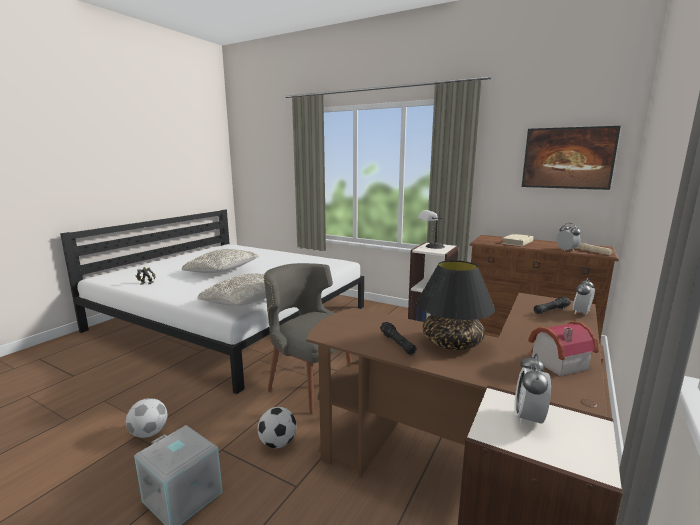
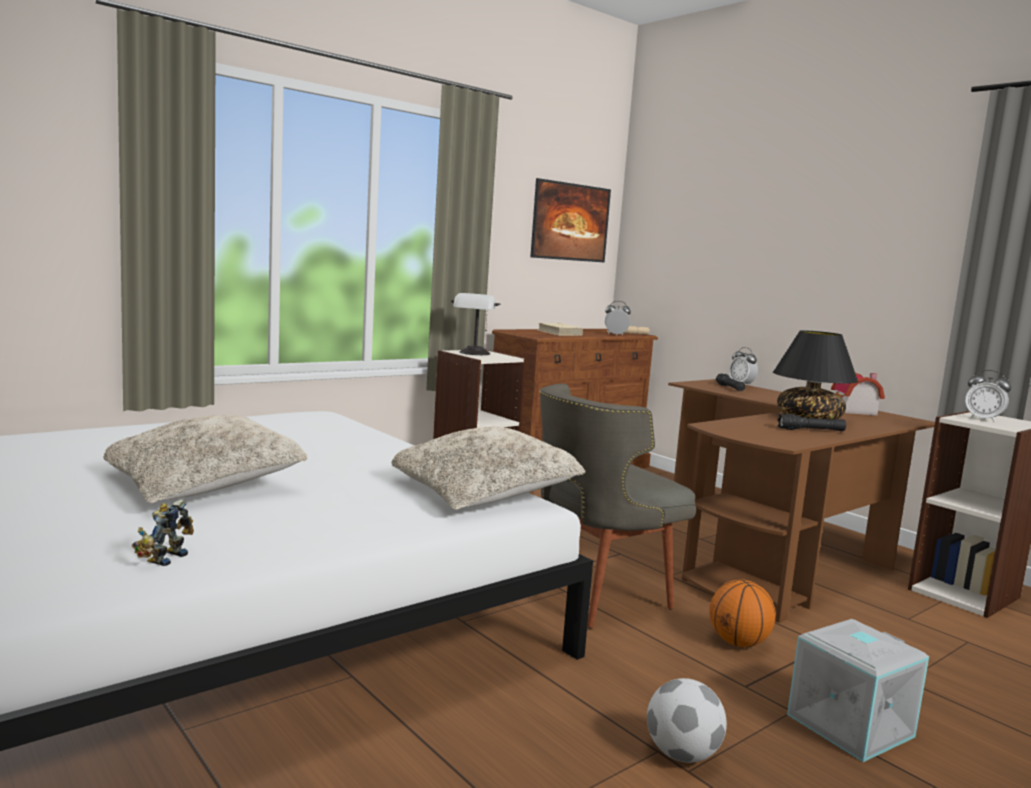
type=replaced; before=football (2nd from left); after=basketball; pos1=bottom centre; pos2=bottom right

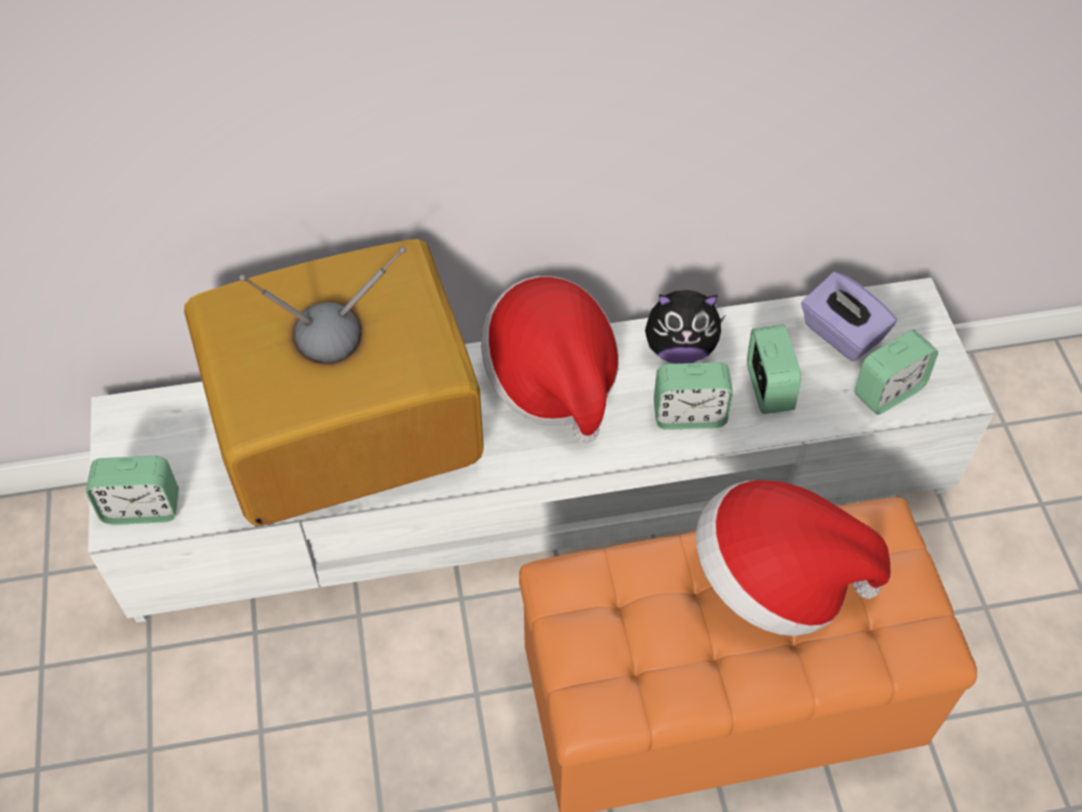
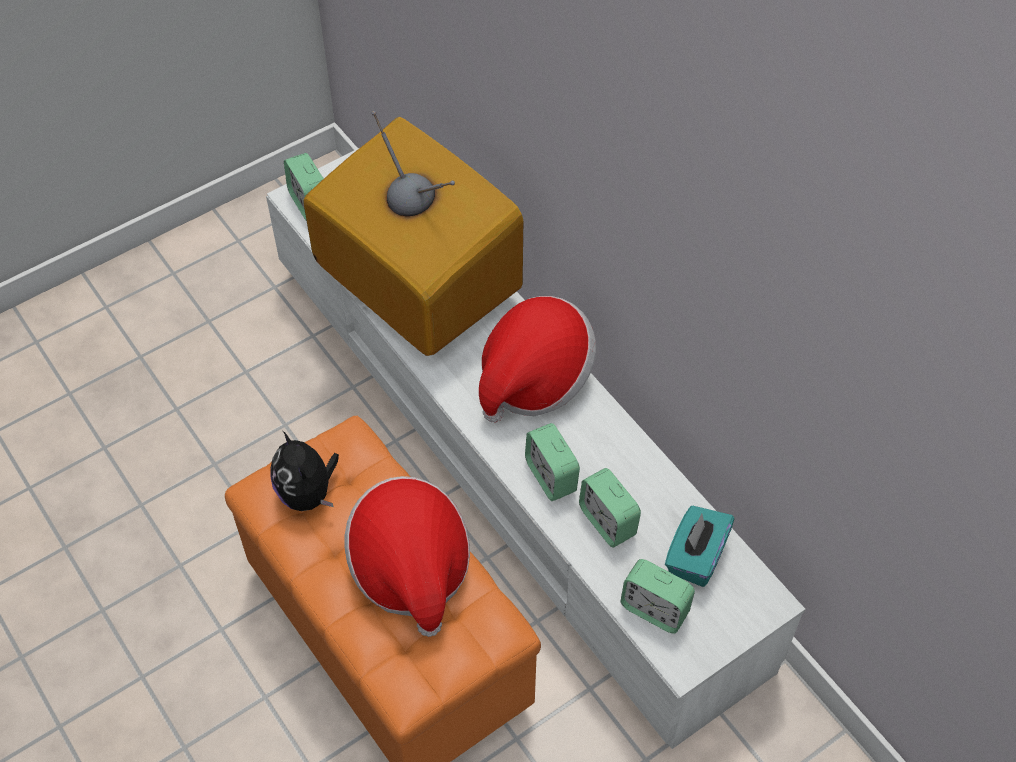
type=moved; before=plush toy; pos1=centre; pos2=middle left
type=recoloured; before=tissue box in purple; after=tissue box in turquoise; pos1=middle right; pos2=bottom right
type=turned; before=alarm clock (3rd from left); pos1=middle right; pos2=bottom centre; turn=90

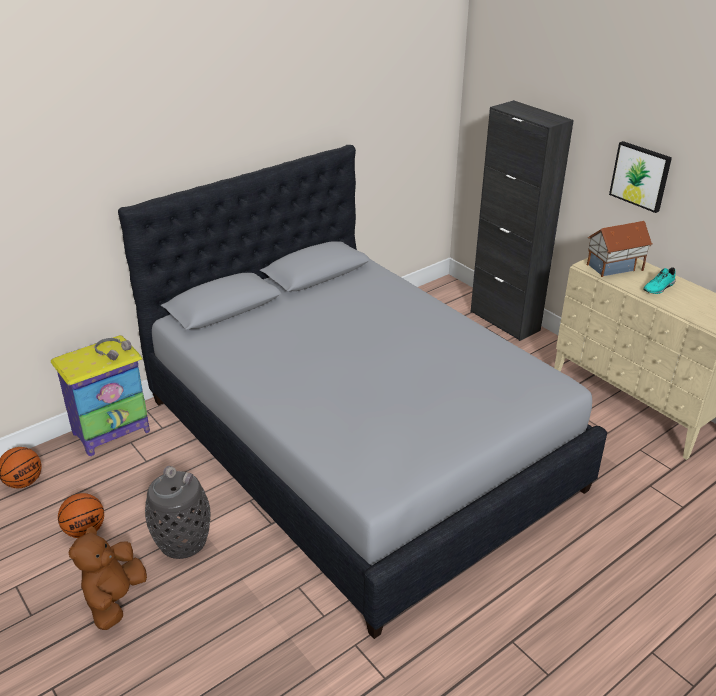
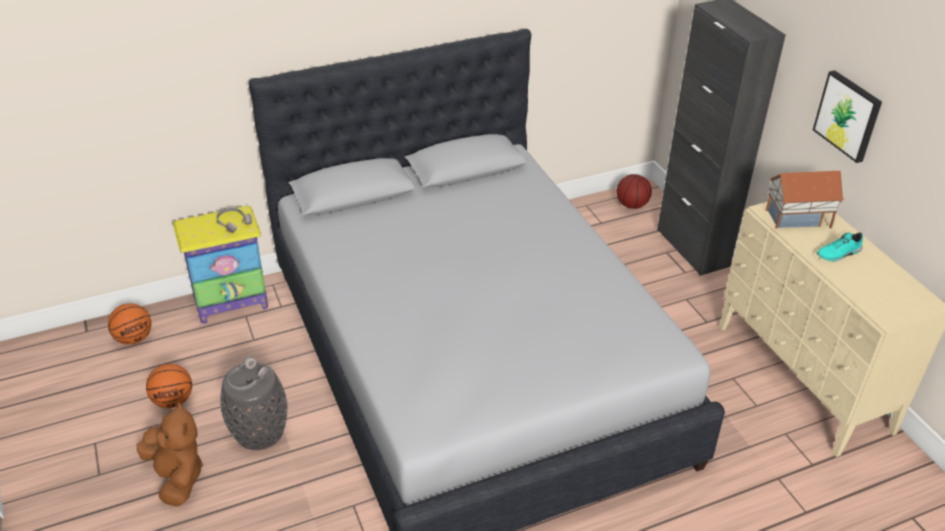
type=added; after=basketball (3rd from left); pos2=middle right
type=turned; before=plush toy in brown; pos1=bottom left; pos2=bottom left; turn=120

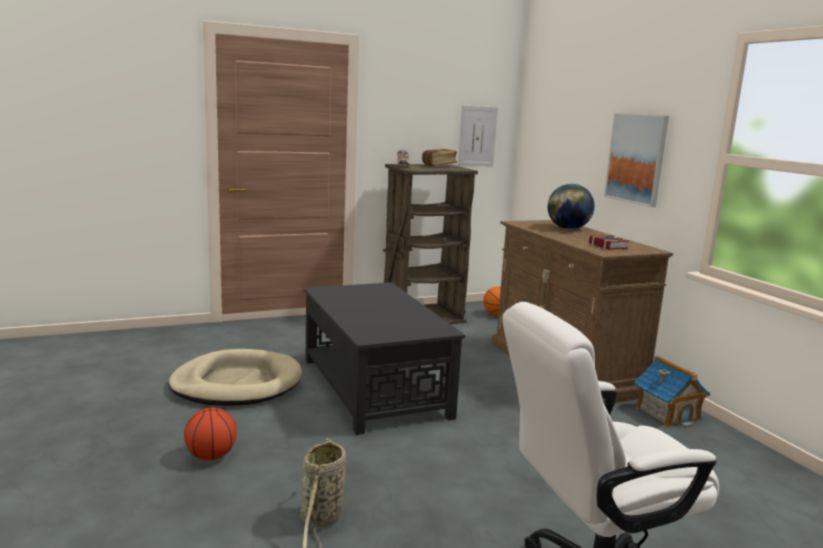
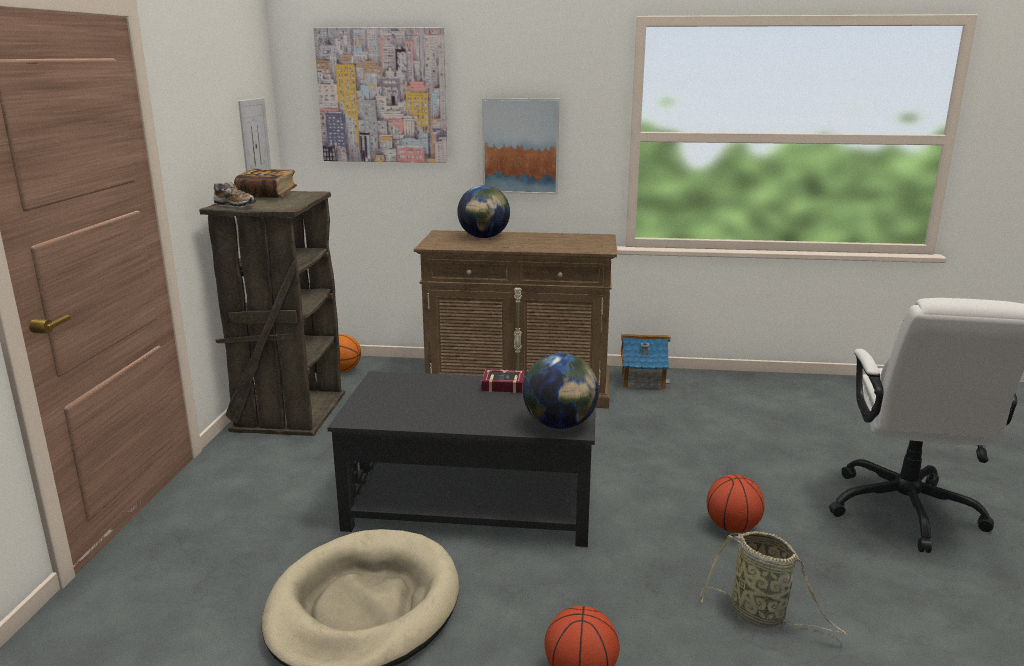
type=added; after=picture (2nd from left); pos2=top centre
type=added; after=globe (2nd from left); pos2=centre
type=added; after=basketball (3rd from left); pos2=bottom right
type=moved; before=book (2nd from left); pos1=middle right; pos2=centre

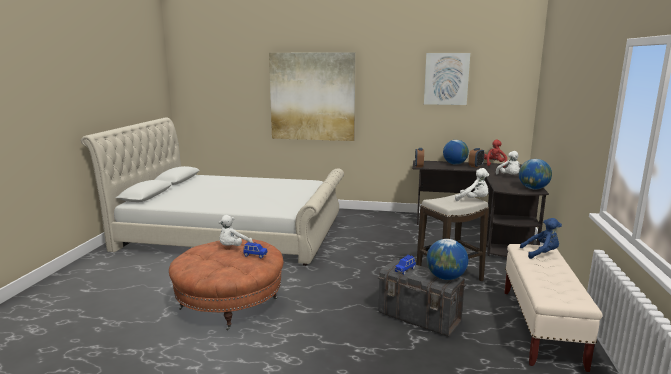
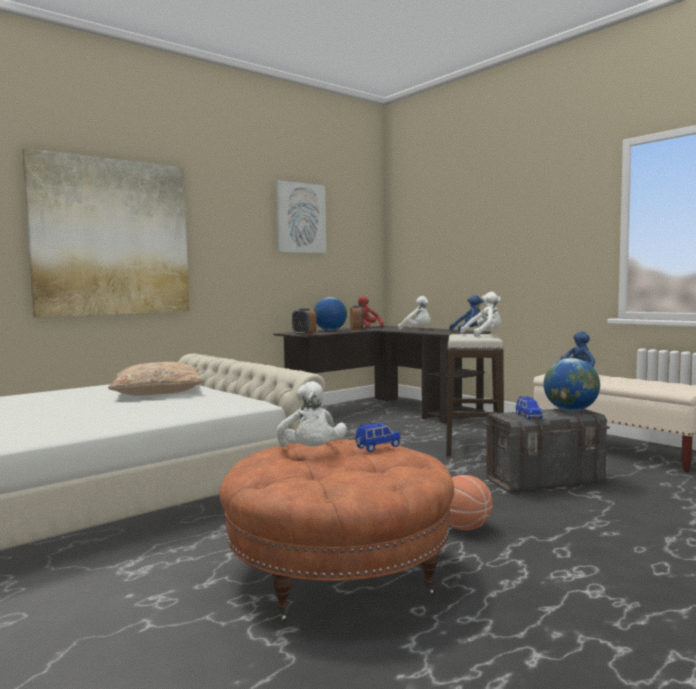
type=added; after=pillow in beige; pos2=middle left
type=added; after=basketball; pos2=bottom right
type=replaced; before=globe (3rd from left); after=plush toy in blue (1st from left); pos1=middle right; pos2=middle right

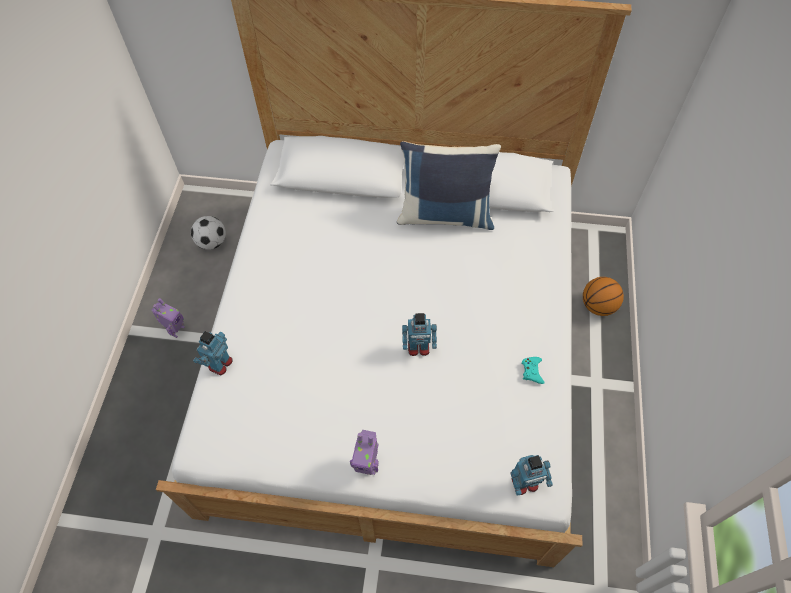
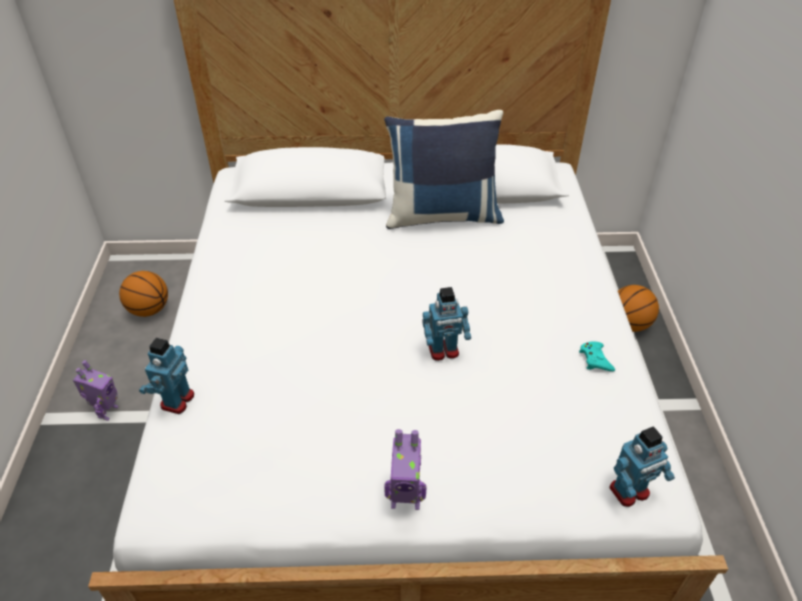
type=replaced; before=football; after=basketball (1st from left); pos1=middle left; pos2=middle left

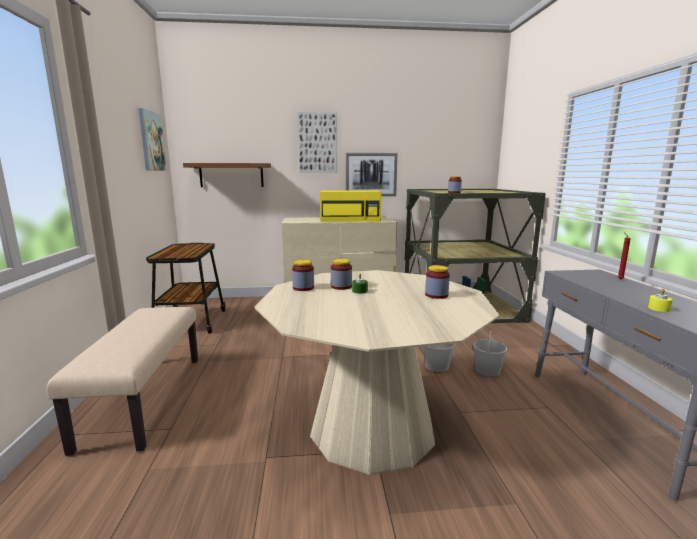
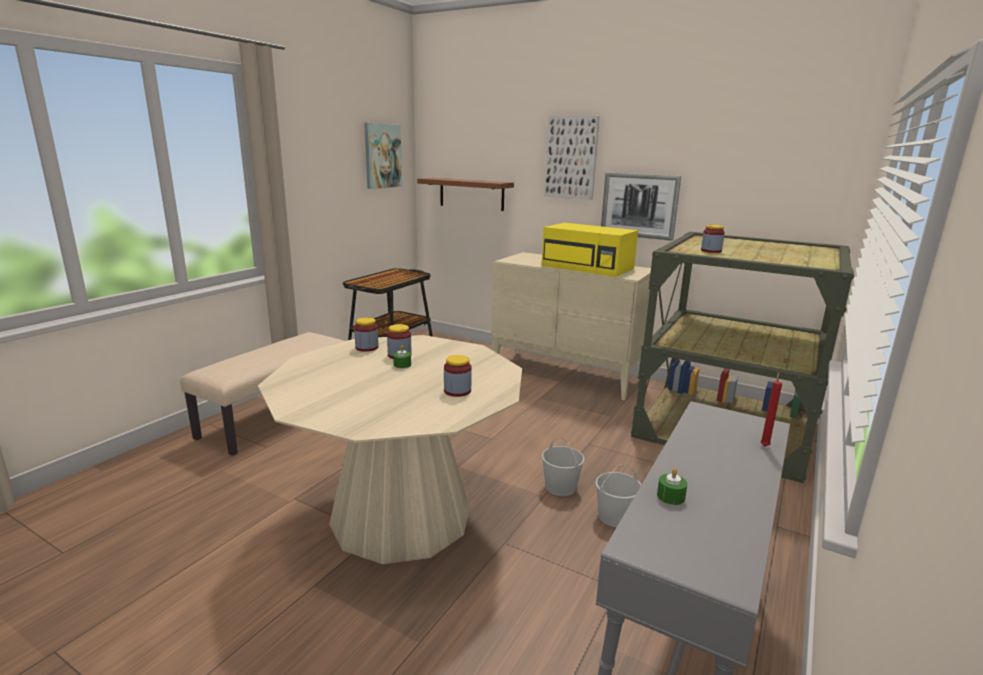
type=recoloured; before=candle in yellow; after=candle in green (2nd from left); pos1=middle right; pos2=bottom right

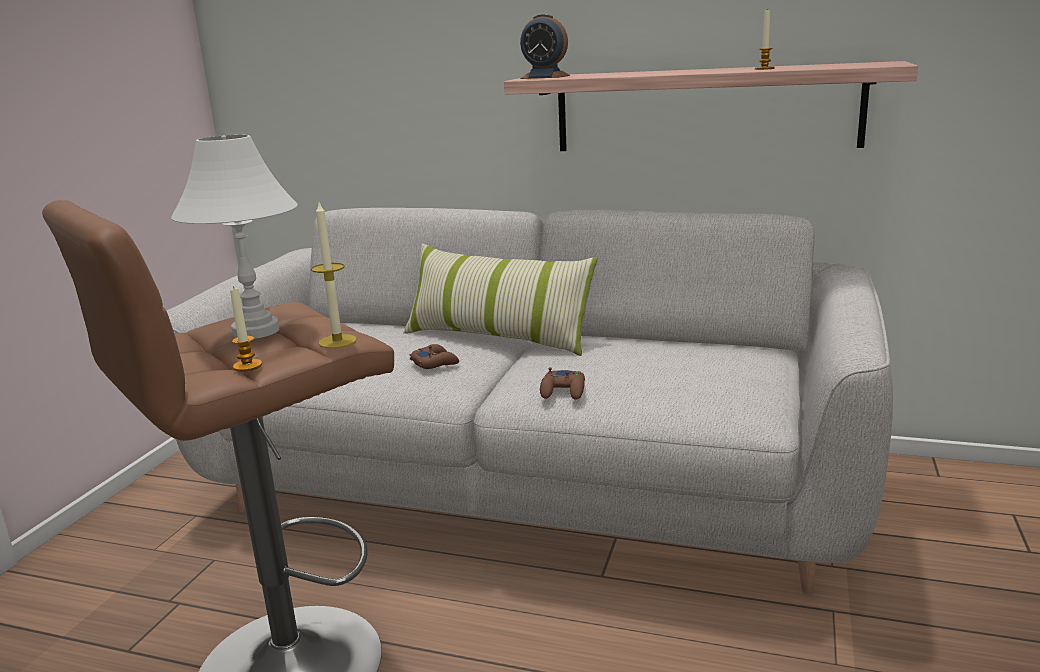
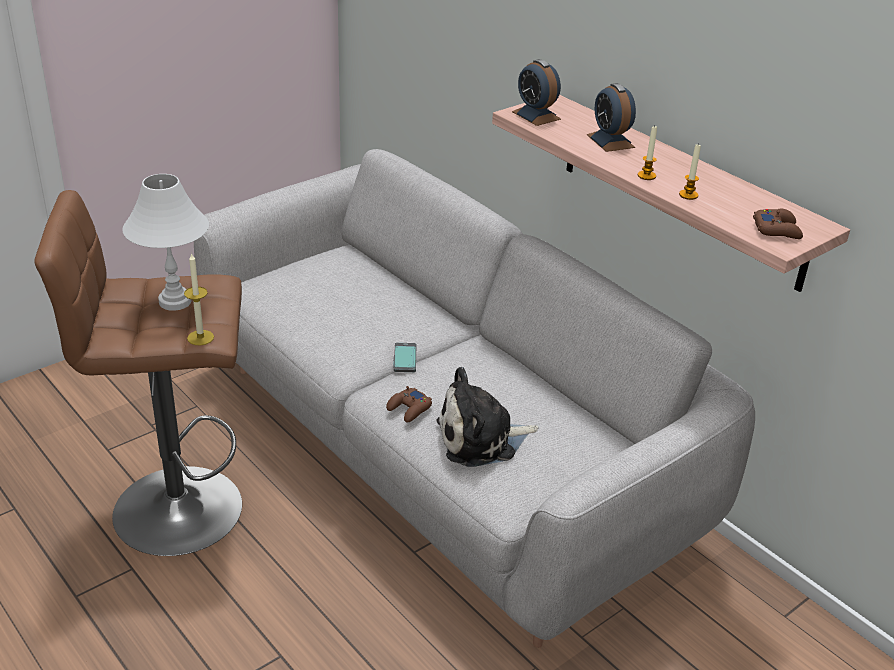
type=removed; before=pillow; pos1=centre
type=added; after=phone; pos2=centre
type=added; after=plush toy; pos2=centre
type=added; after=alarm clock (2nd from left); pos2=top right
type=moved; before=candle (1st from left in the first image); after=candle (2nd from left); pos1=middle left; pos2=top right
type=moved; before=game controller in brown (1st from left in the first image); after=game controller in brown (2nd from left); pos1=centre; pos2=top right

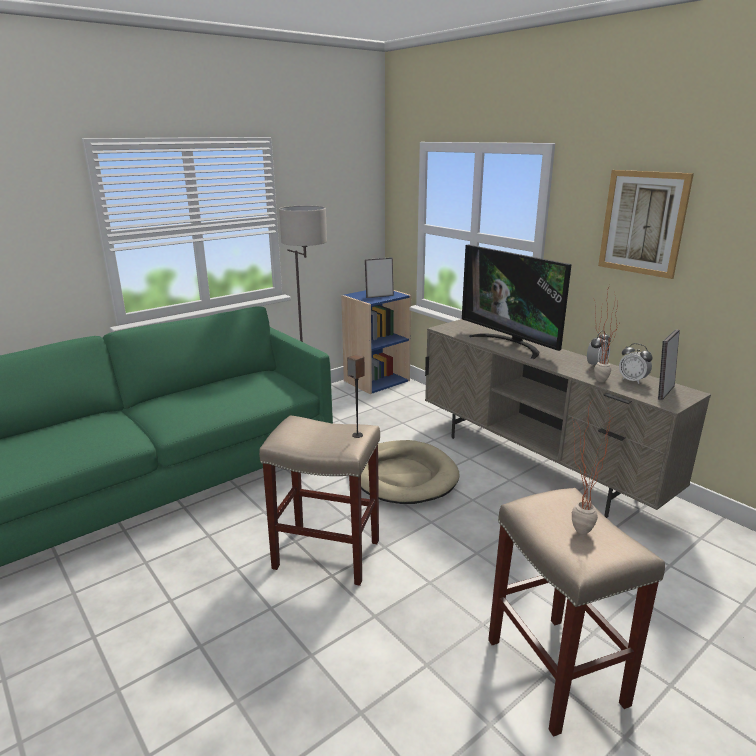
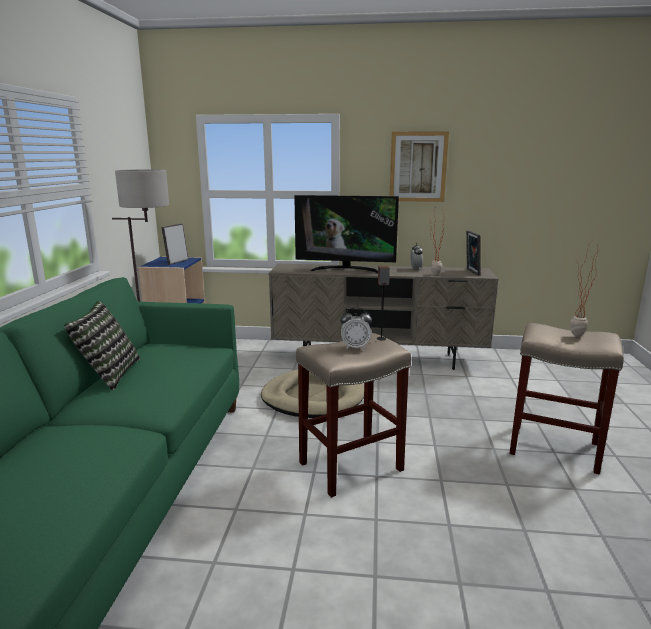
type=added; after=pillow; pos2=middle left
type=moved; before=alarm clock (2nd from left in the first image); after=alarm clock (1st from left); pos1=middle right; pos2=centre

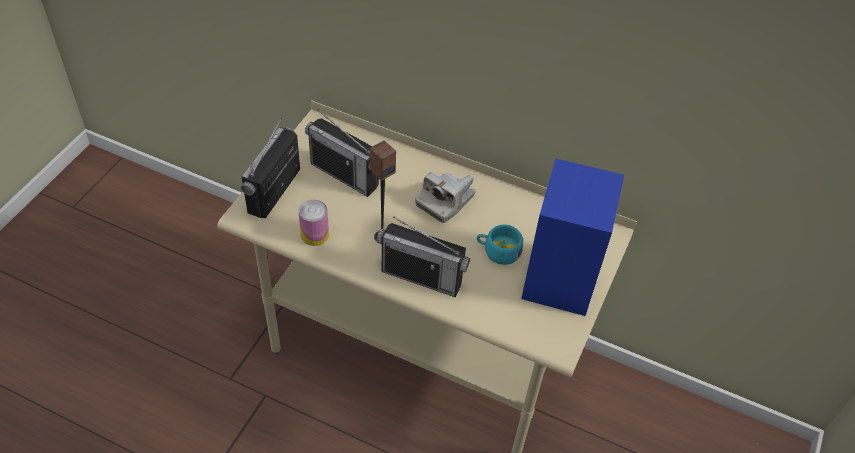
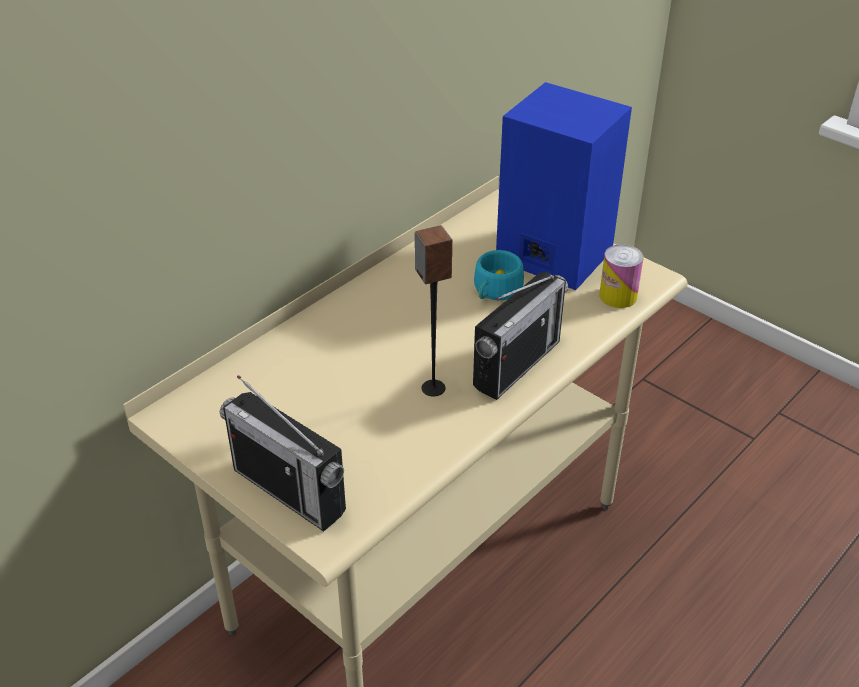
type=removed; before=radio (2nd from left); pos1=centre
type=removed; before=photo camera; pos1=centre
type=moved; before=can; pos1=centre; pos2=middle right

